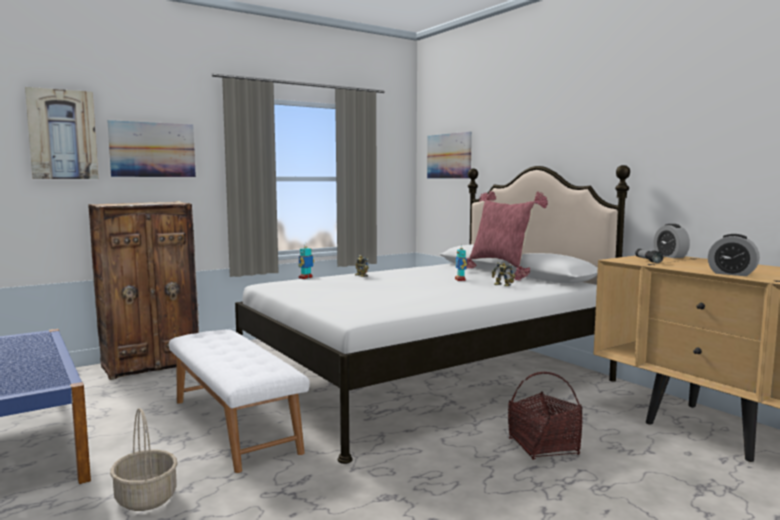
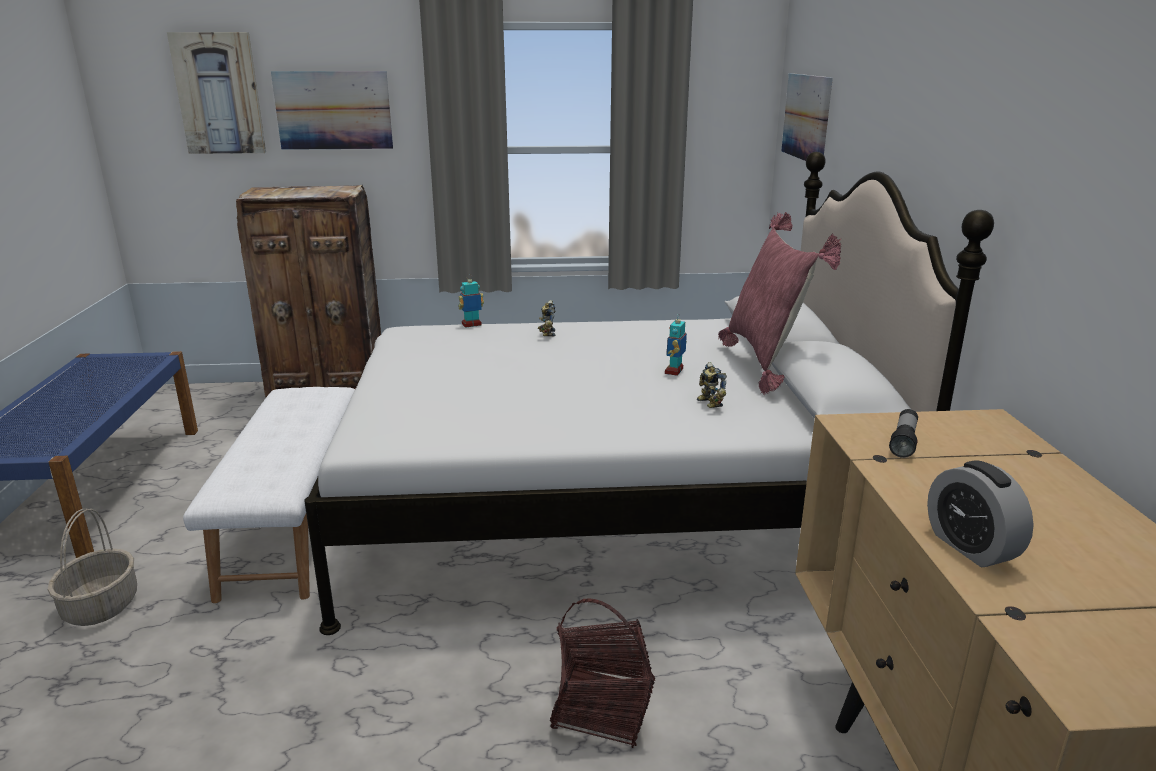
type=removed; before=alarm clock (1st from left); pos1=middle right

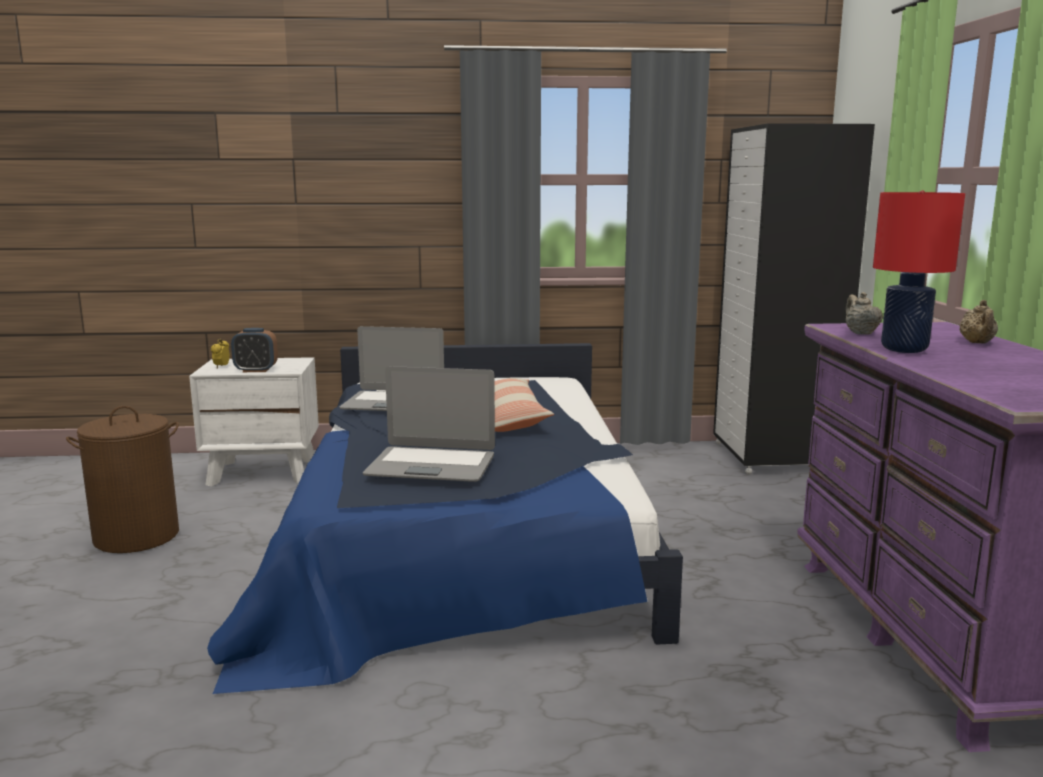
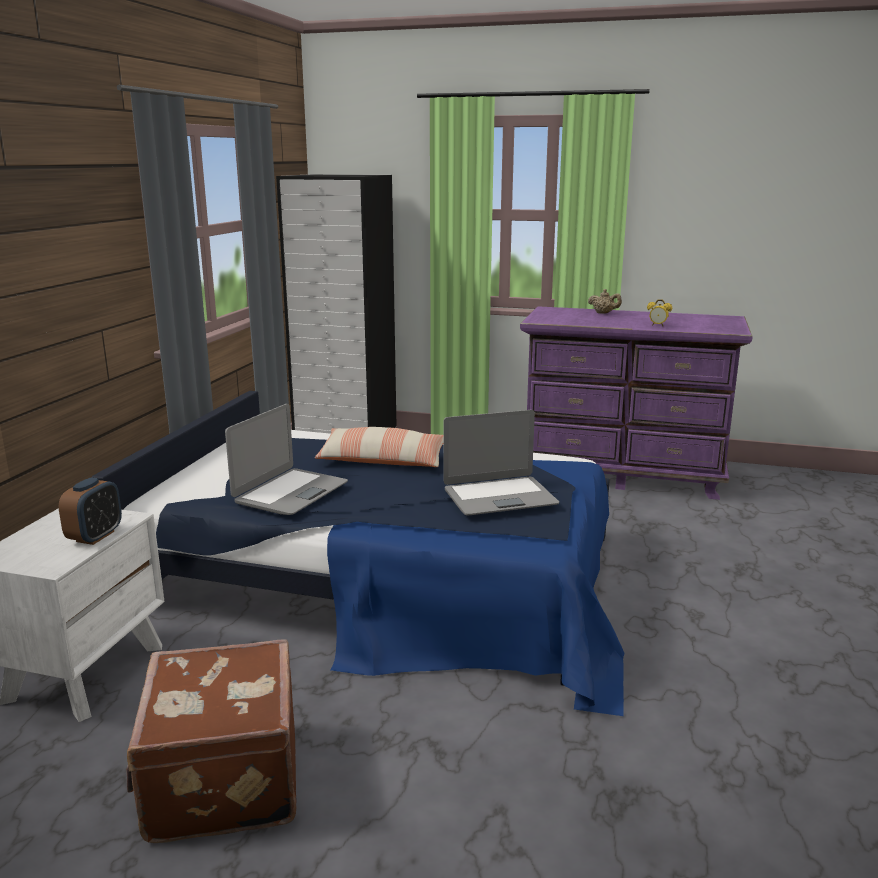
type=removed; before=teapot in beige (1st from left); pos1=middle right
type=removed; before=table lamp in red; pos1=middle right
type=moved; before=alarm clock (1st from left in the first image); after=alarm clock (2nd from left); pos1=middle left; pos2=middle right
type=replaced; before=laundry basket in brown; after=suitcase in brown; pos1=middle left; pos2=bottom left
type=turned; before=laptop (2nd from left); pos1=centre; pos2=centre; turn=45

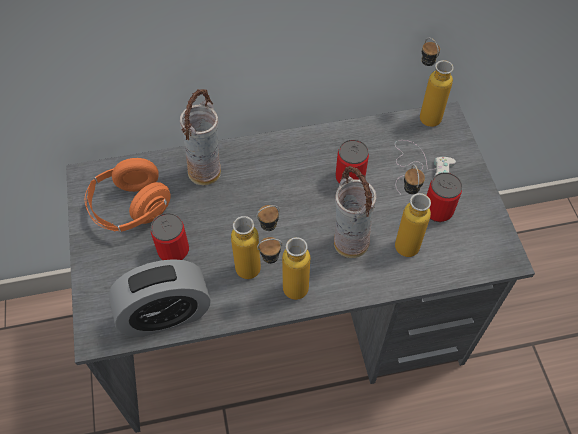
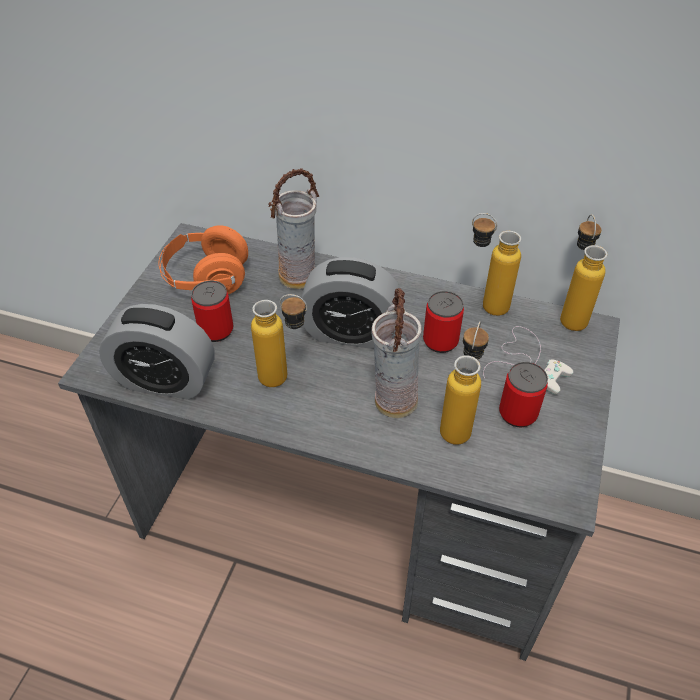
type=added; after=alarm clock (2nd from left); pos2=centre
type=moved; before=bottle (2nd from left in the first image); after=bottle (3rd from left); pos1=centre; pos2=middle right

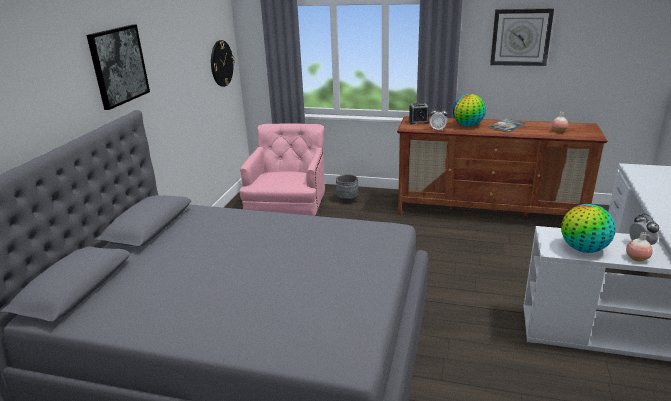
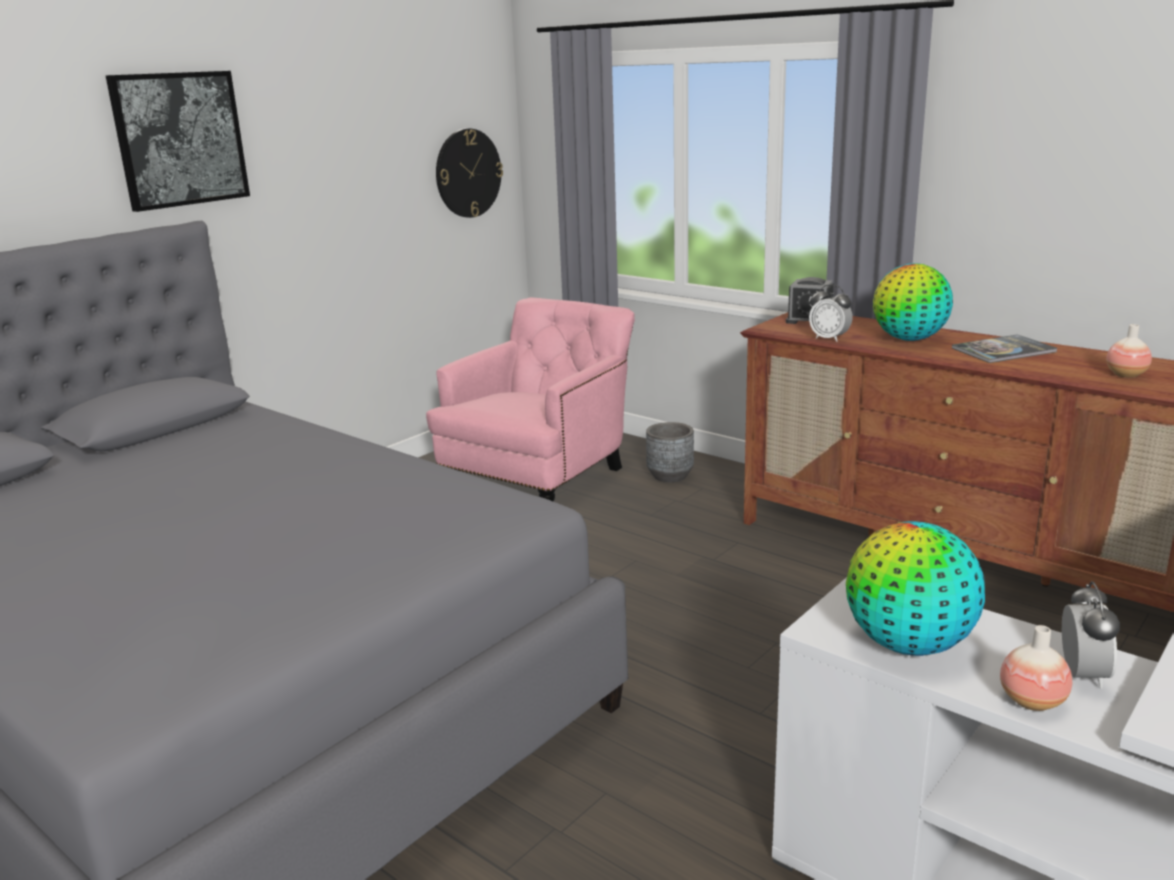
type=removed; before=wall clock (2nd from left); pos1=top right

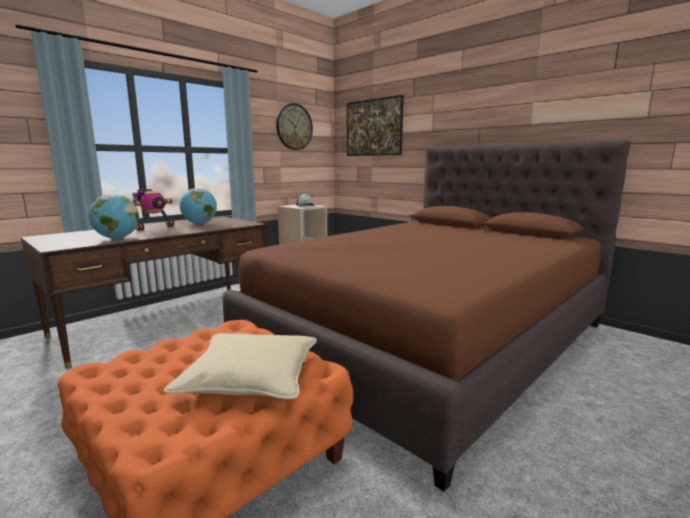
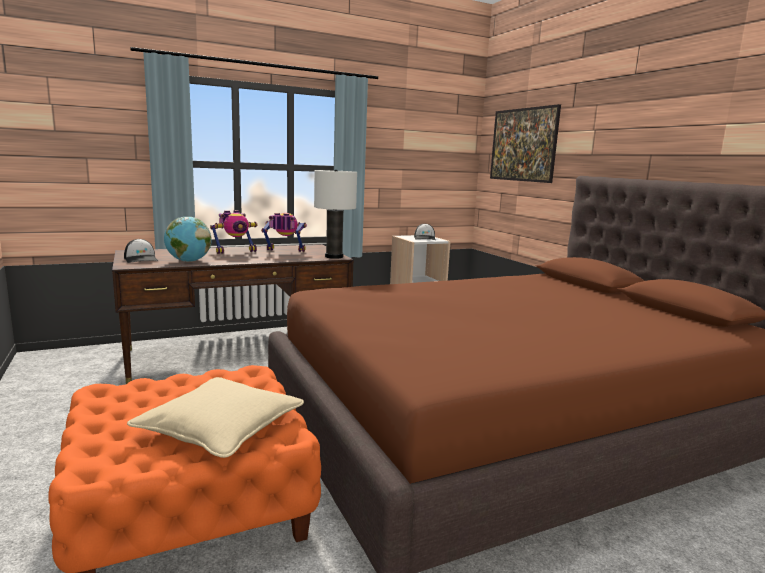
type=removed; before=wall clock; pos1=top centre
type=added; after=cap (1st from left); pos2=middle left
type=added; after=table lamp in white; pos2=centre
type=replaced; before=globe (2nd from left); after=toy robot (2nd from left); pos1=middle left; pos2=centre

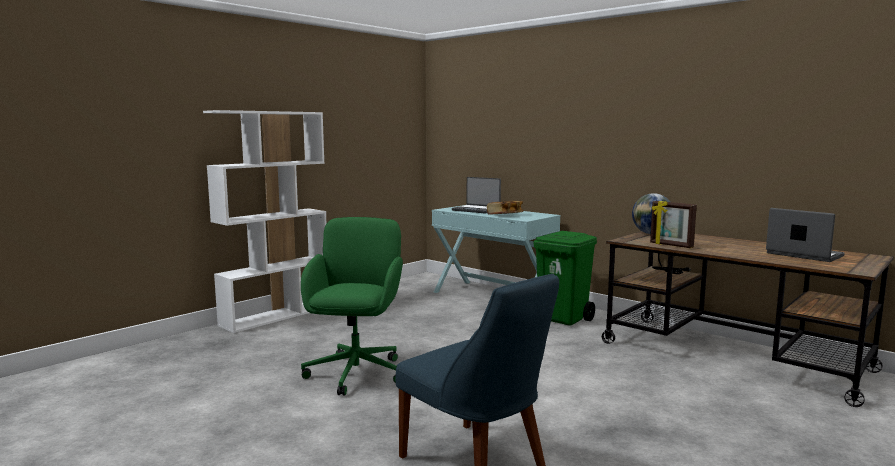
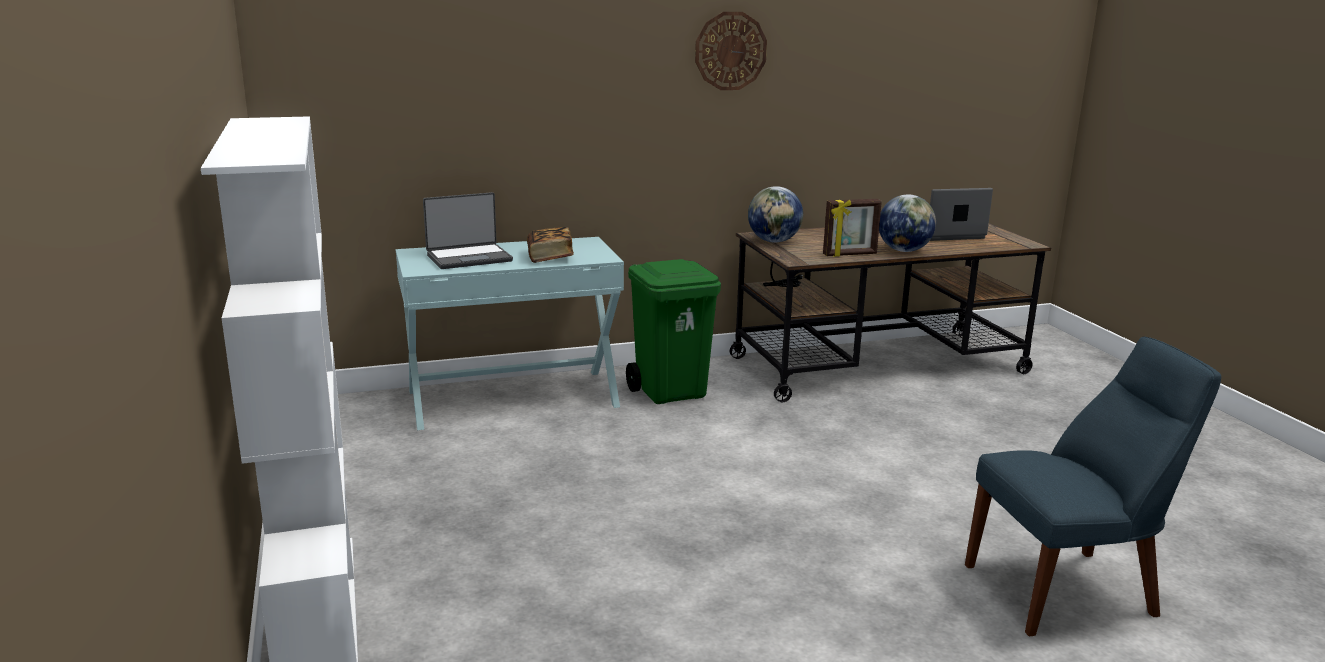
type=removed; before=office chair in green; pos1=centre
type=added; after=wall clock; pos2=top centre
type=added; after=globe (2nd from left); pos2=middle right

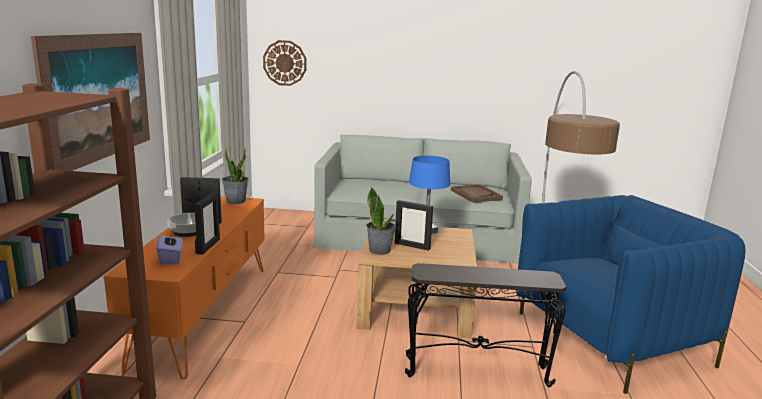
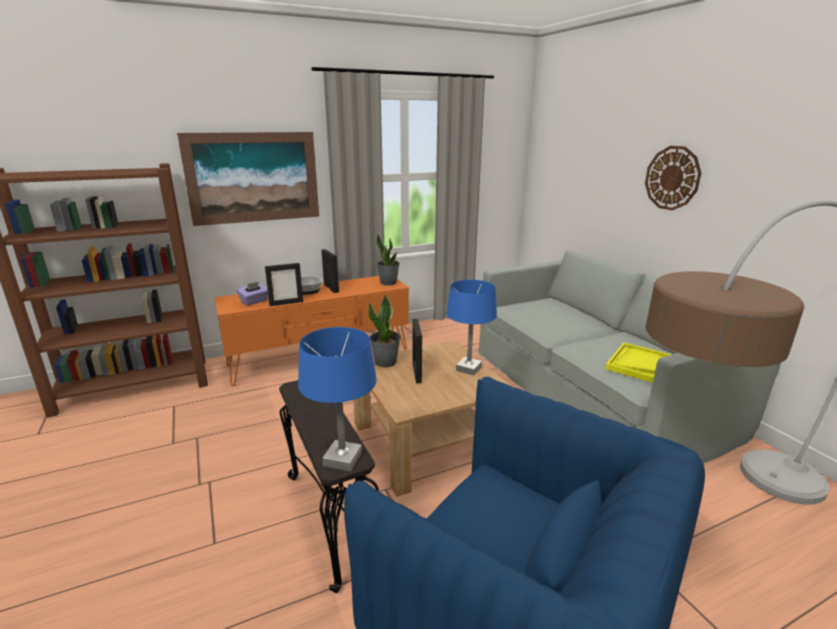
type=added; after=table lamp in blue (1st from left); pos2=centre
type=moved; before=wall clock; pos1=top centre; pos2=top right
type=recoloured; before=tray in brown; after=tray in yellow; pos1=centre; pos2=middle right

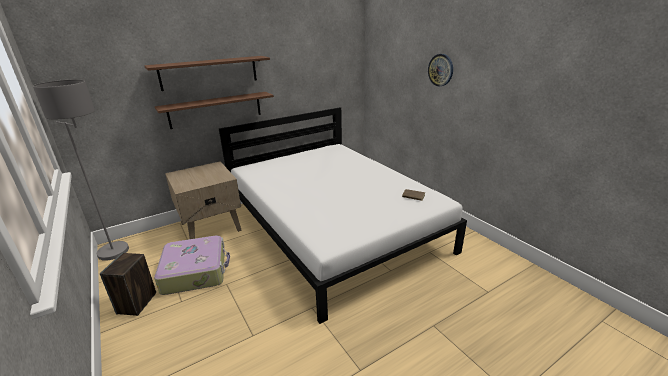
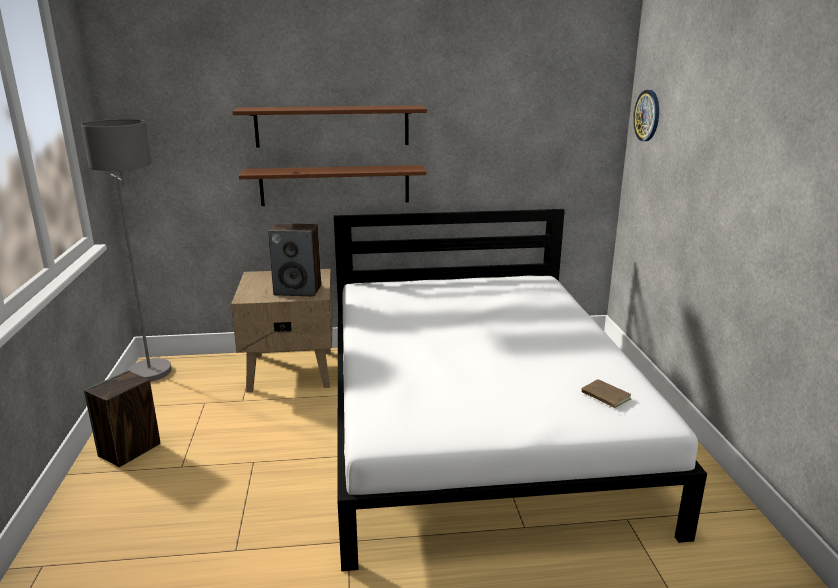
type=removed; before=suitcase; pos1=bottom left
type=added; after=speaker (2nd from left); pos2=centre
type=moved; before=wall clock; pos1=top centre; pos2=top right

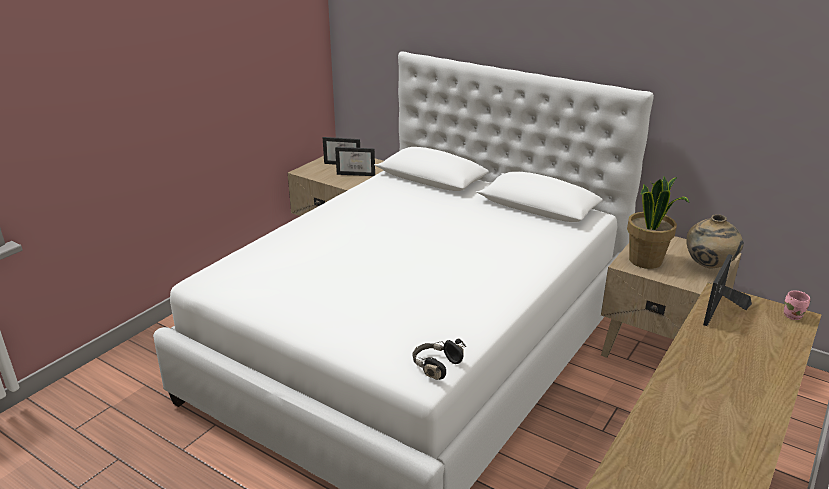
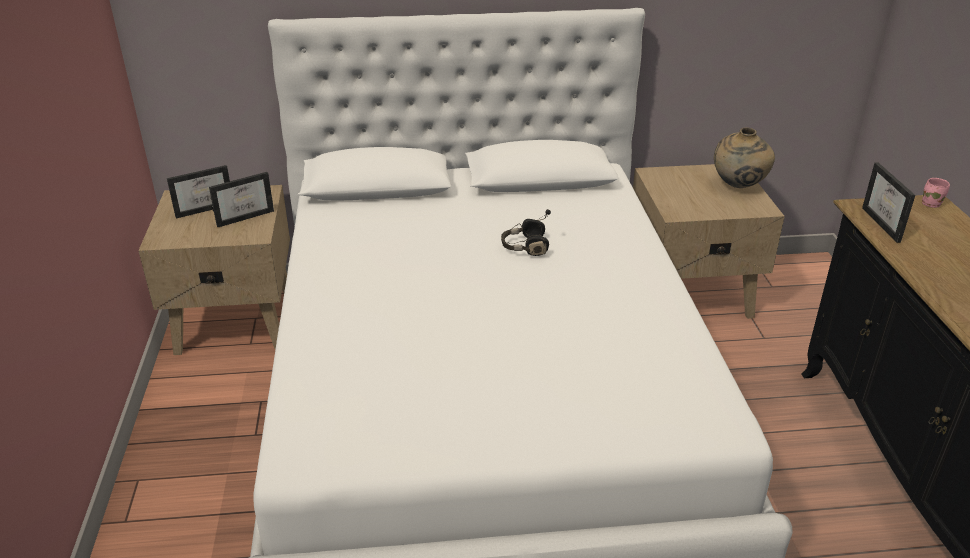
type=removed; before=potted plant; pos1=middle right
type=moved; before=headphones in black; pos1=bottom centre; pos2=centre

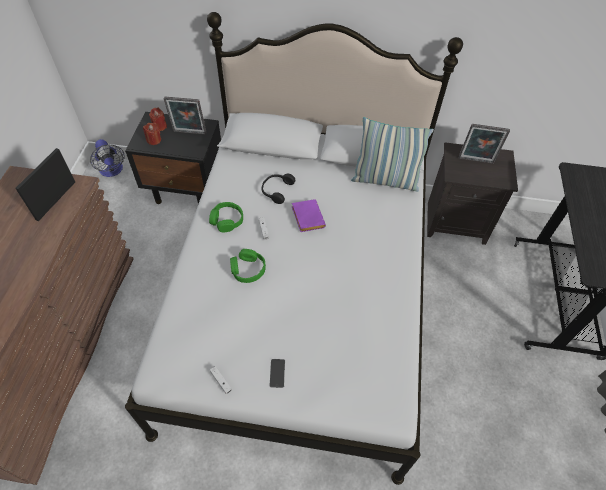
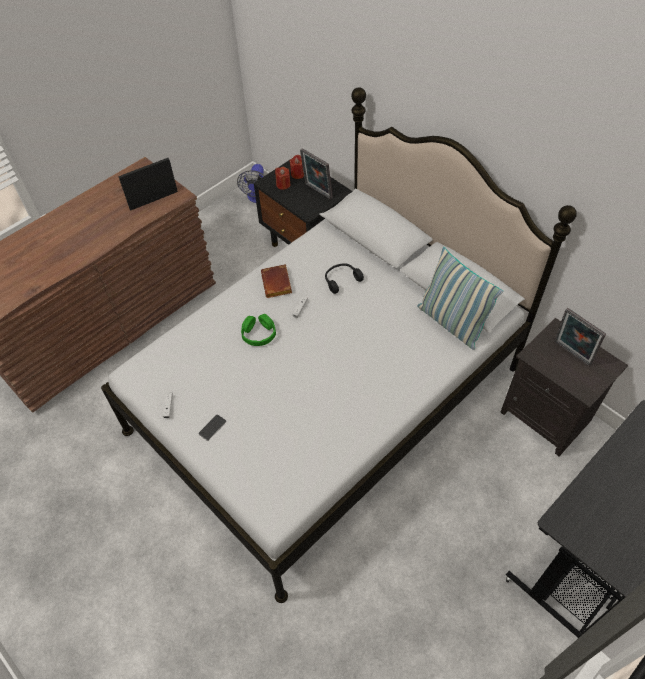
type=removed; before=book in purple; pos1=centre
type=replaced; before=headphones in green (1st from left); after=book in brown; pos1=centre; pos2=centre

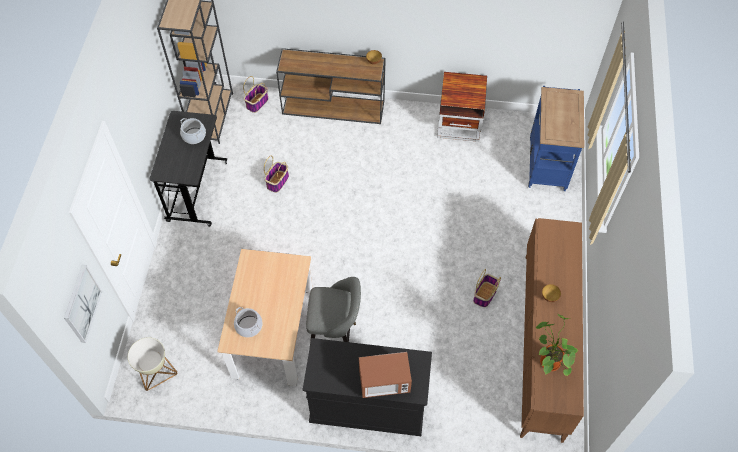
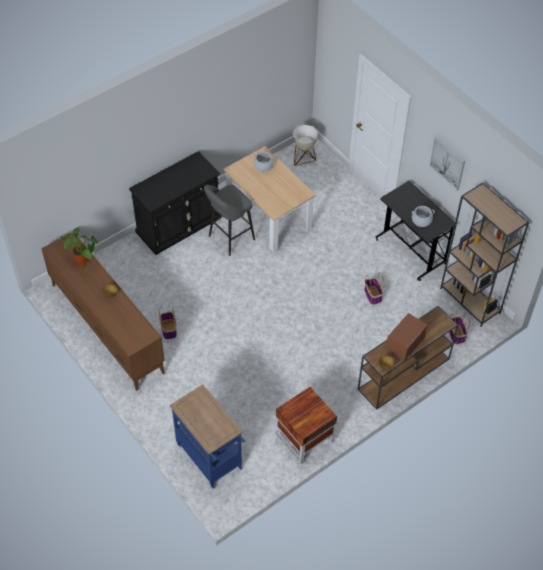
type=moved; before=picture; pos1=bottom left; pos2=top right
type=moved; before=microwave; pos1=bottom centre; pos2=middle right

